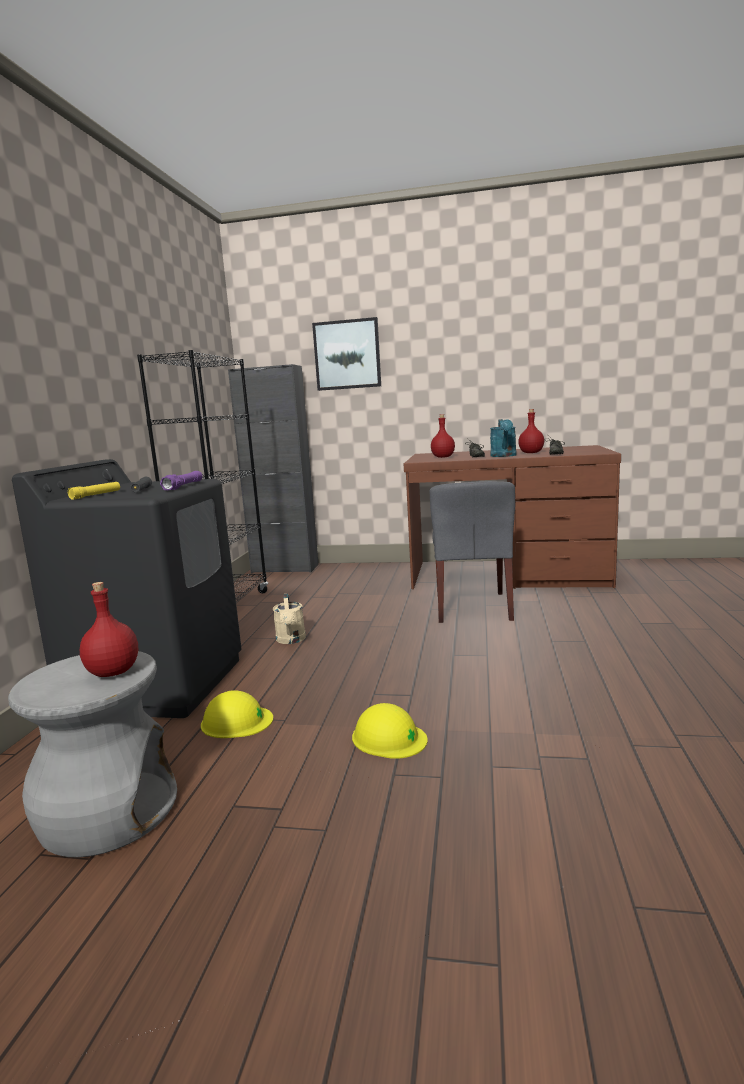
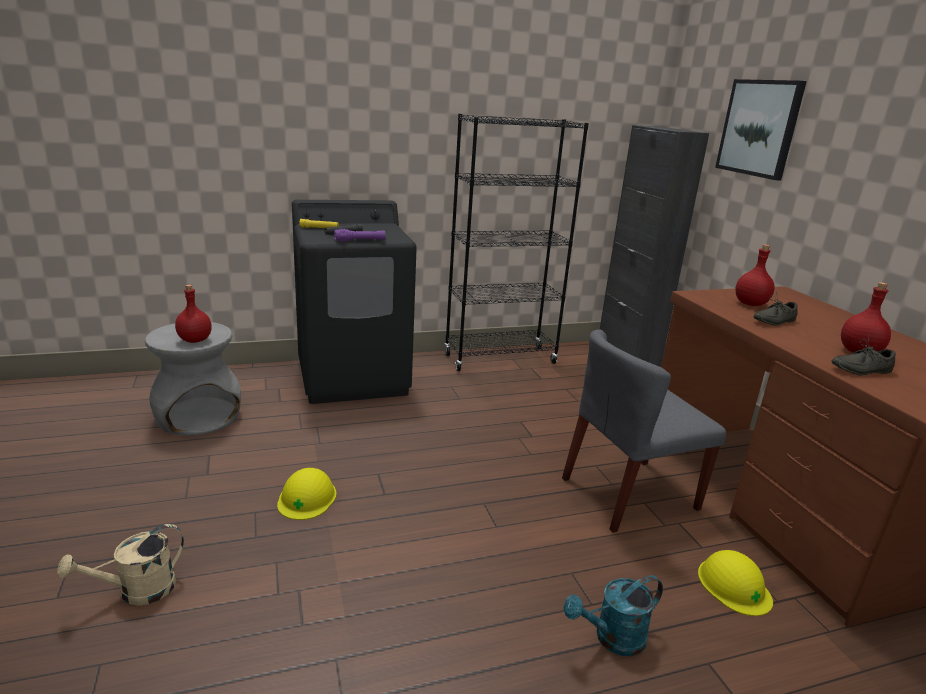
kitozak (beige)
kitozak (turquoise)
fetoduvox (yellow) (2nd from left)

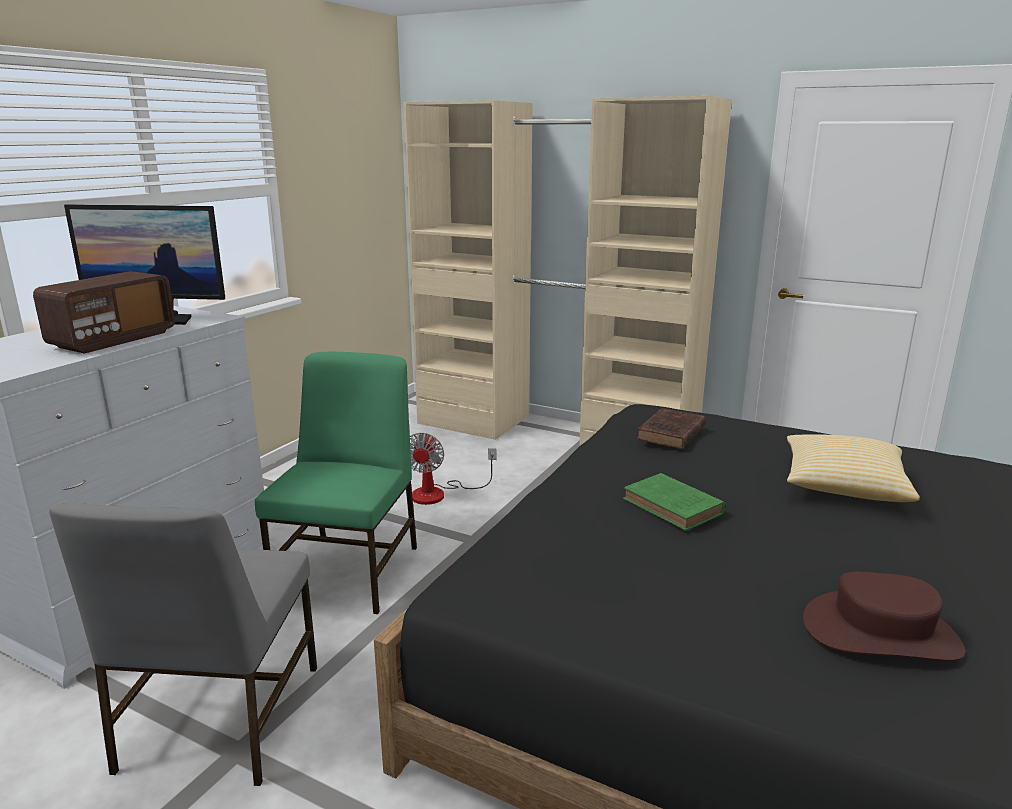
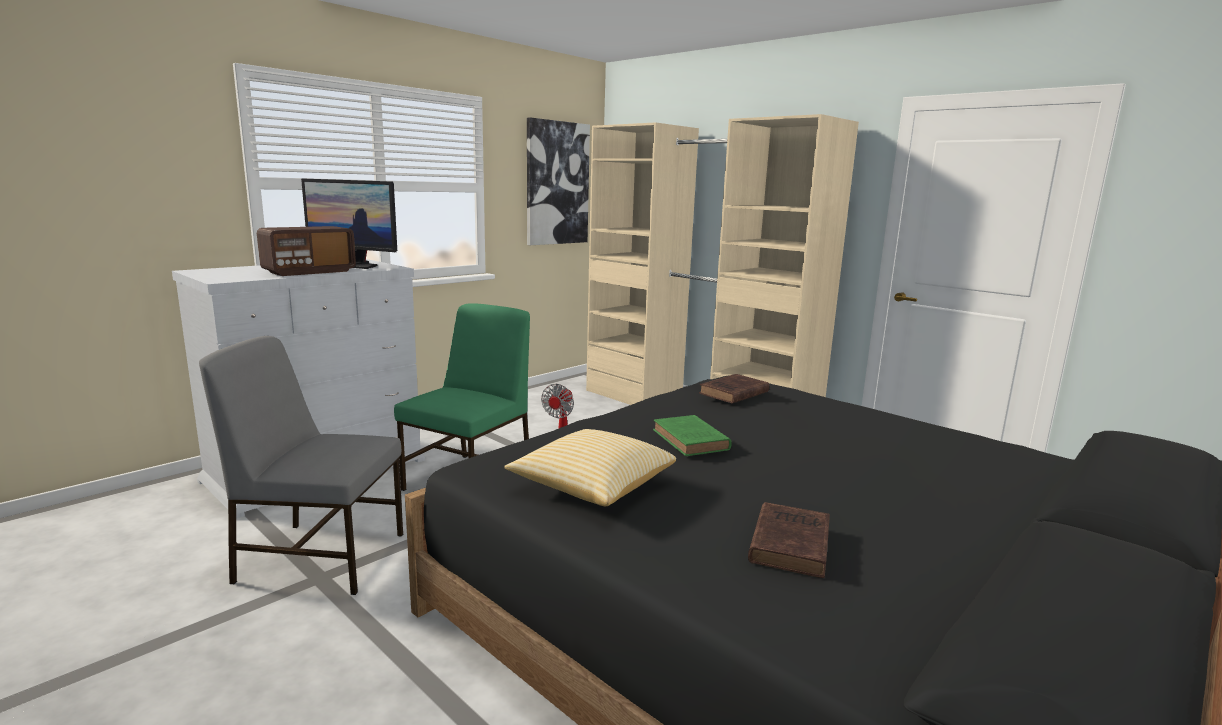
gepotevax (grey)
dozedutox
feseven
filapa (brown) (2nd from left)

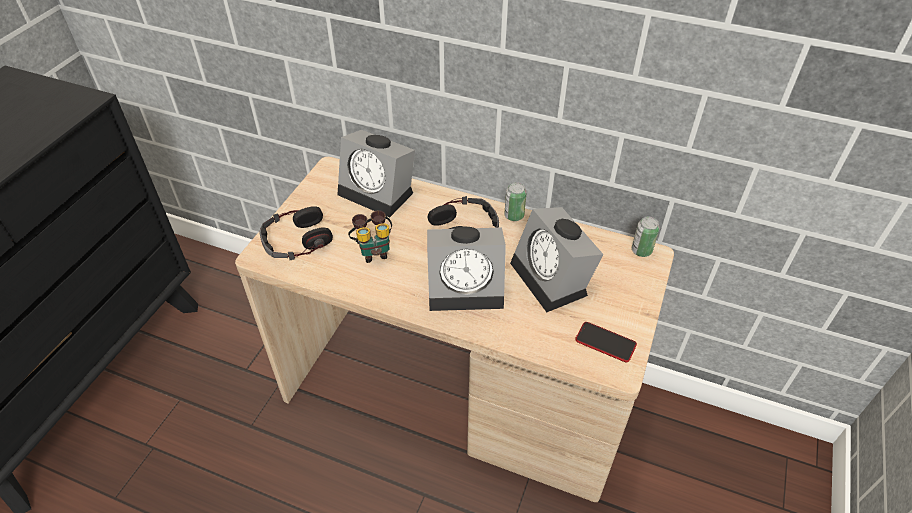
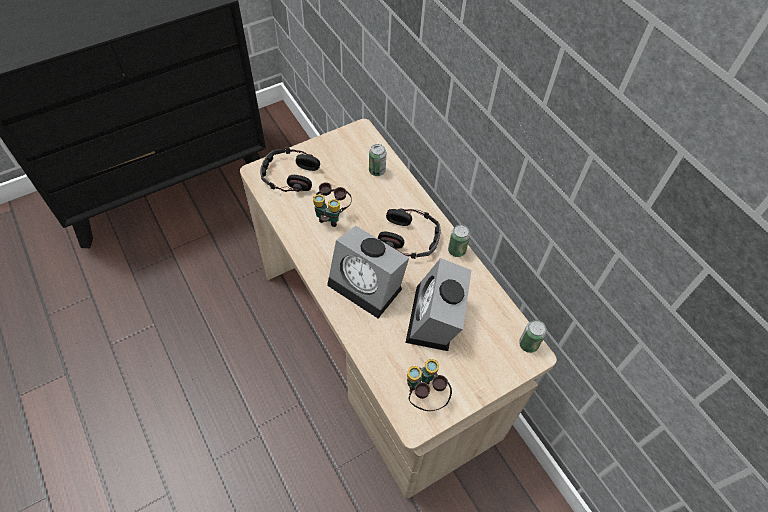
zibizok (1st from left)
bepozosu (2nd from left)

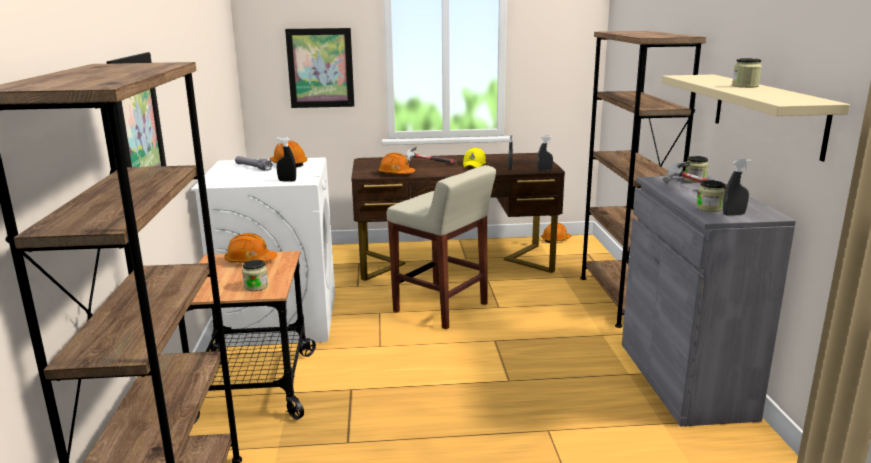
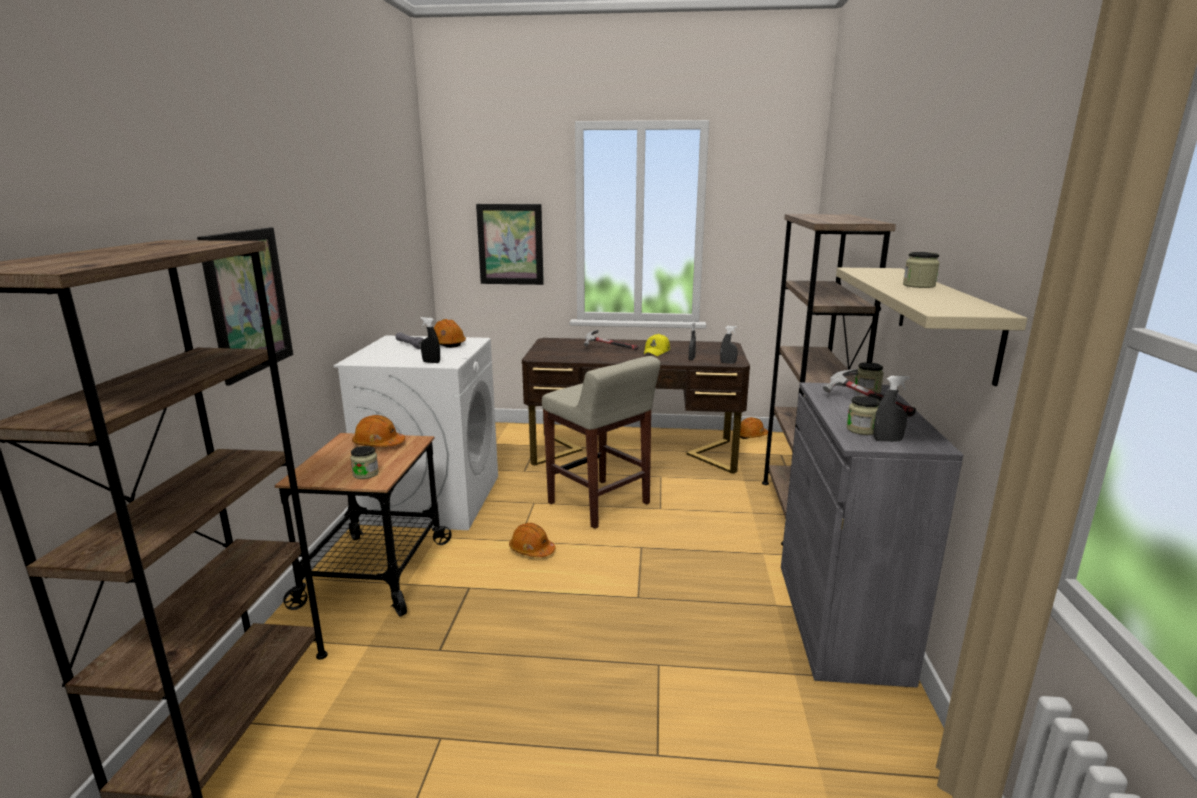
fetoduvox (orange) (3rd from left)

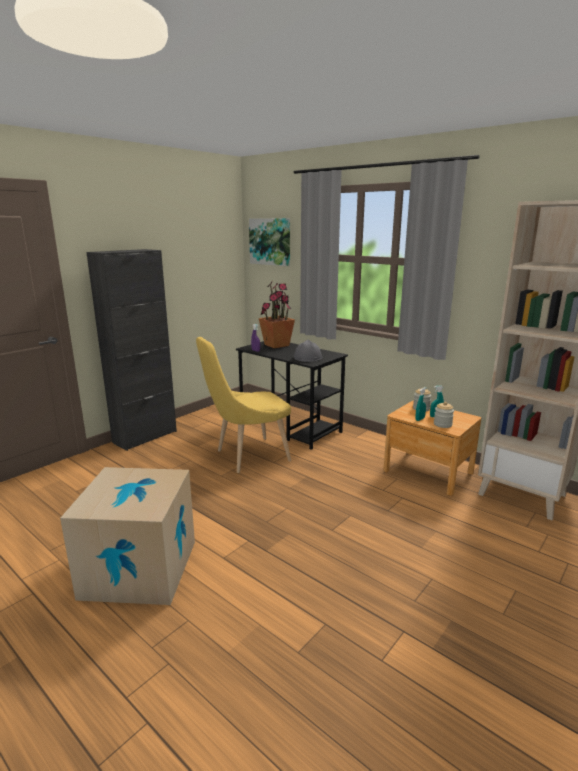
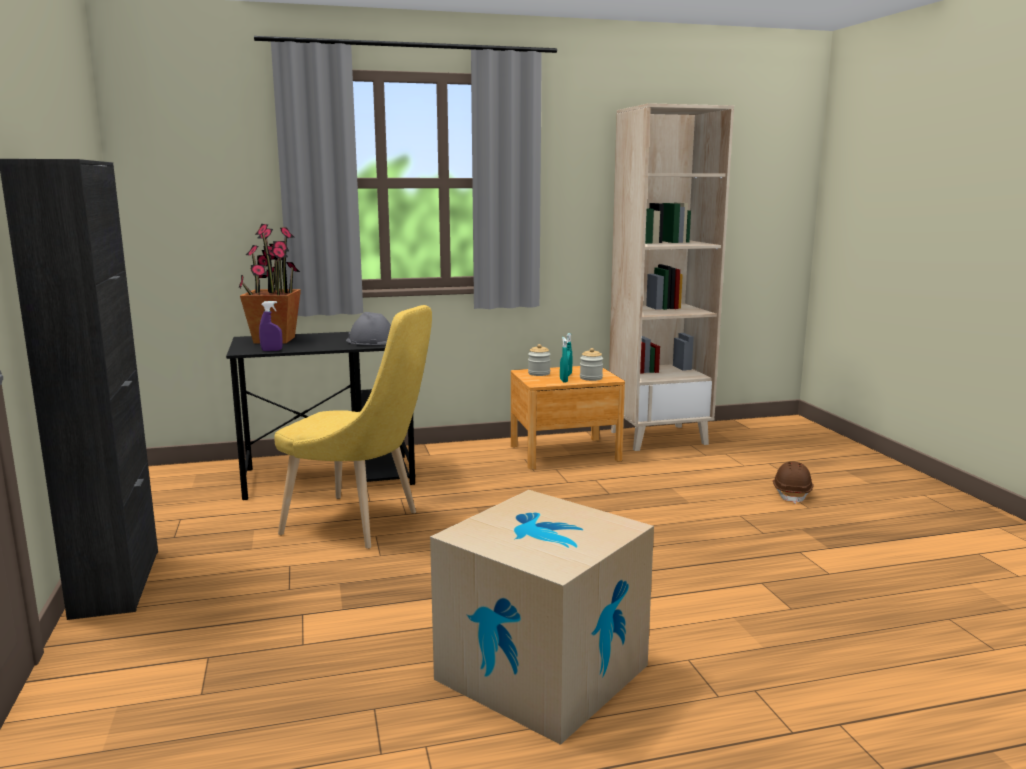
gepotevax (yellow)
fetoduvox (brown)
feseven

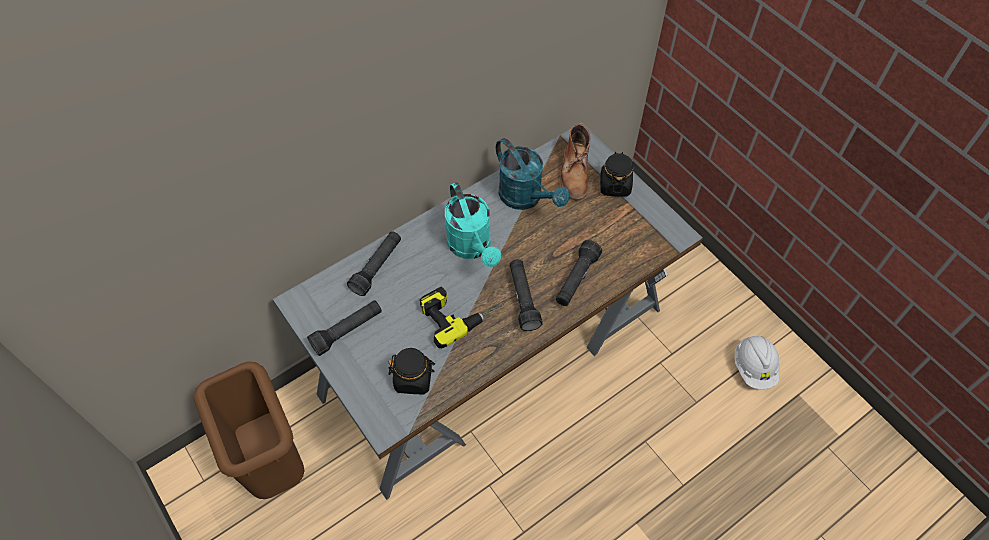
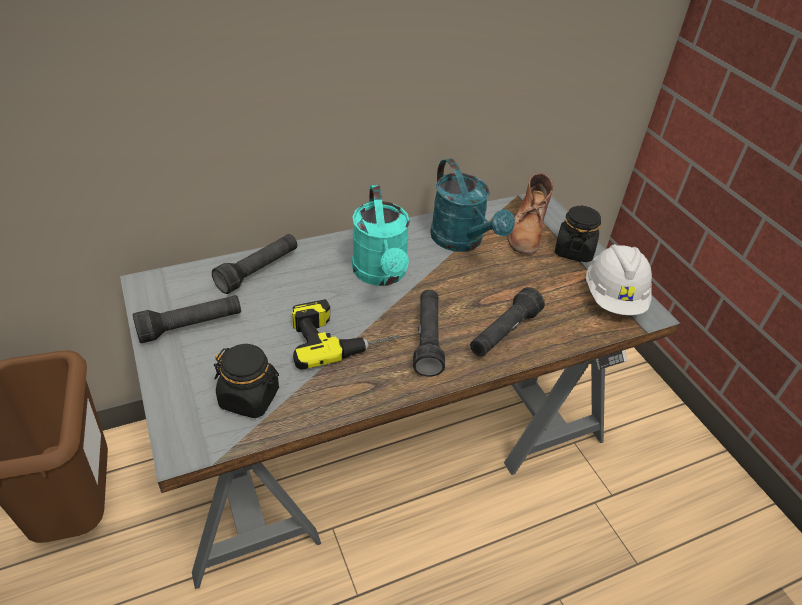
fetoduvox (white)

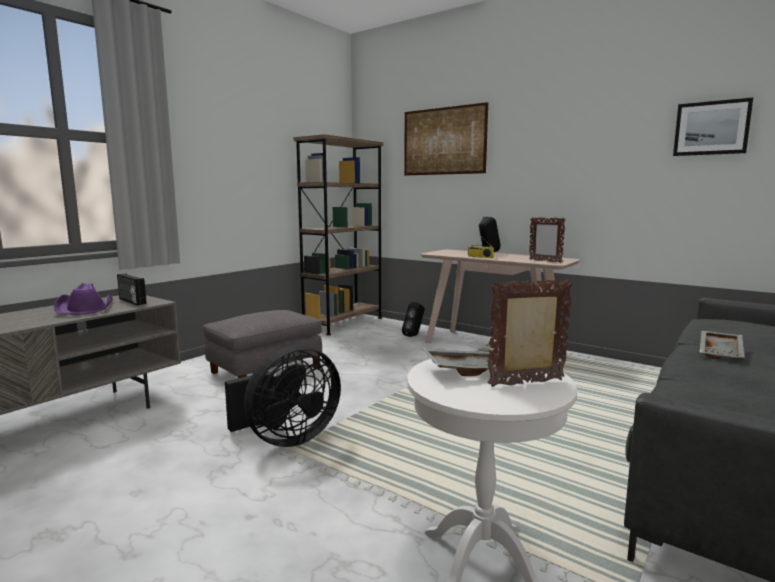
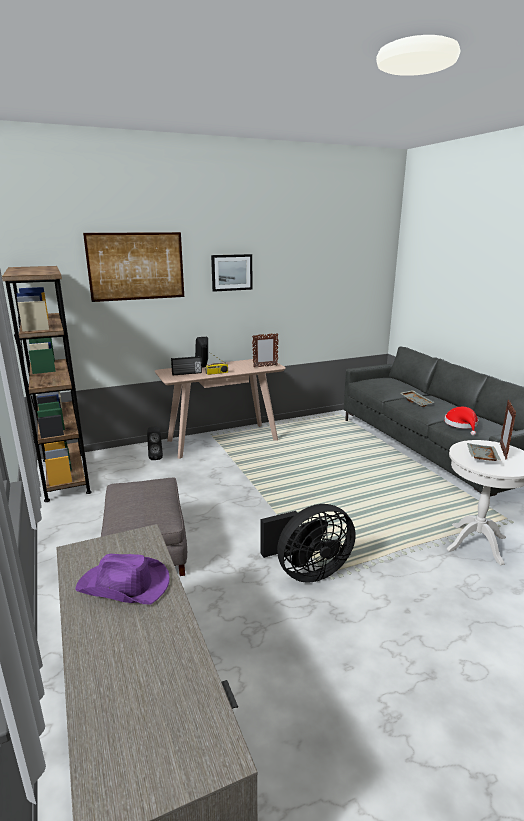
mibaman (1st from left)
feseven (2nd from left)
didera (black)
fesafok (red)

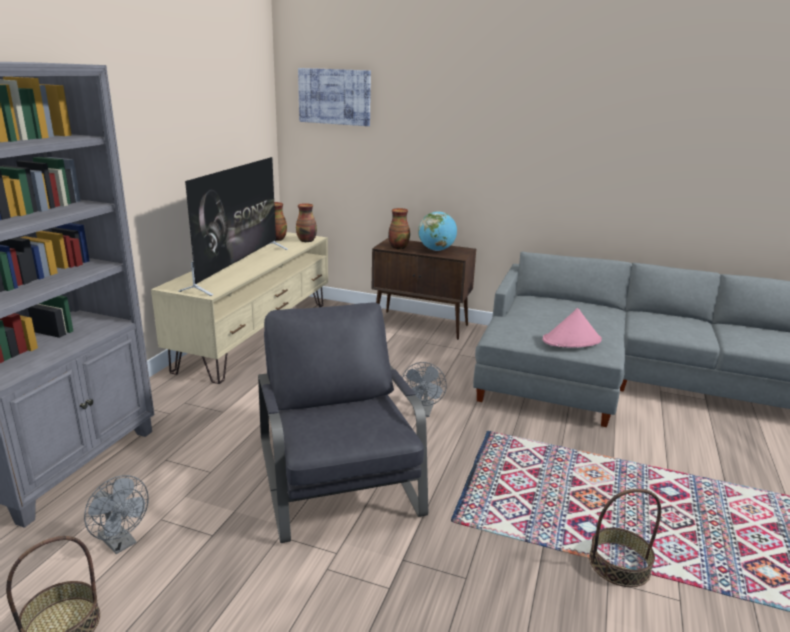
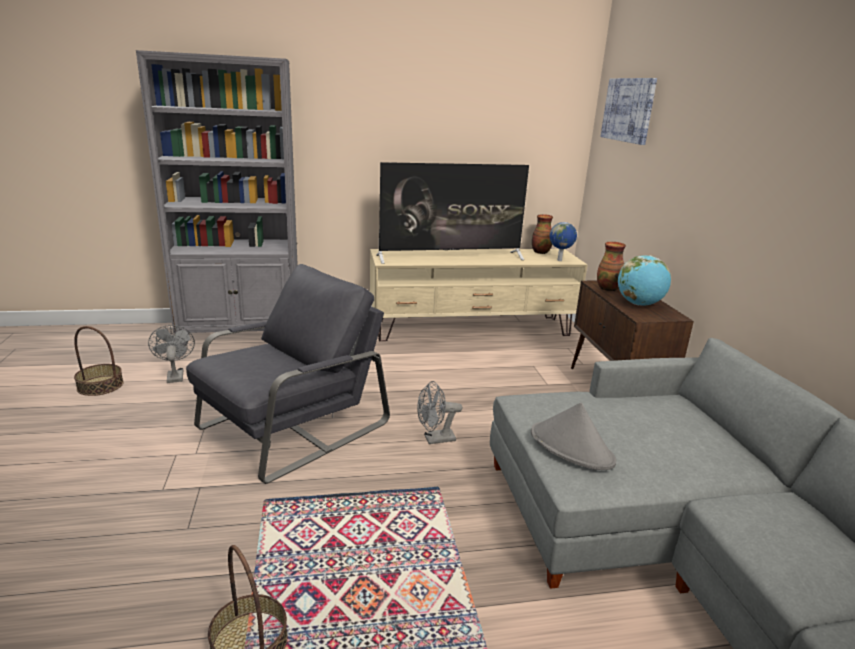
didera (grey) (1st from left)
fesafok (grey)
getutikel (1st from left)

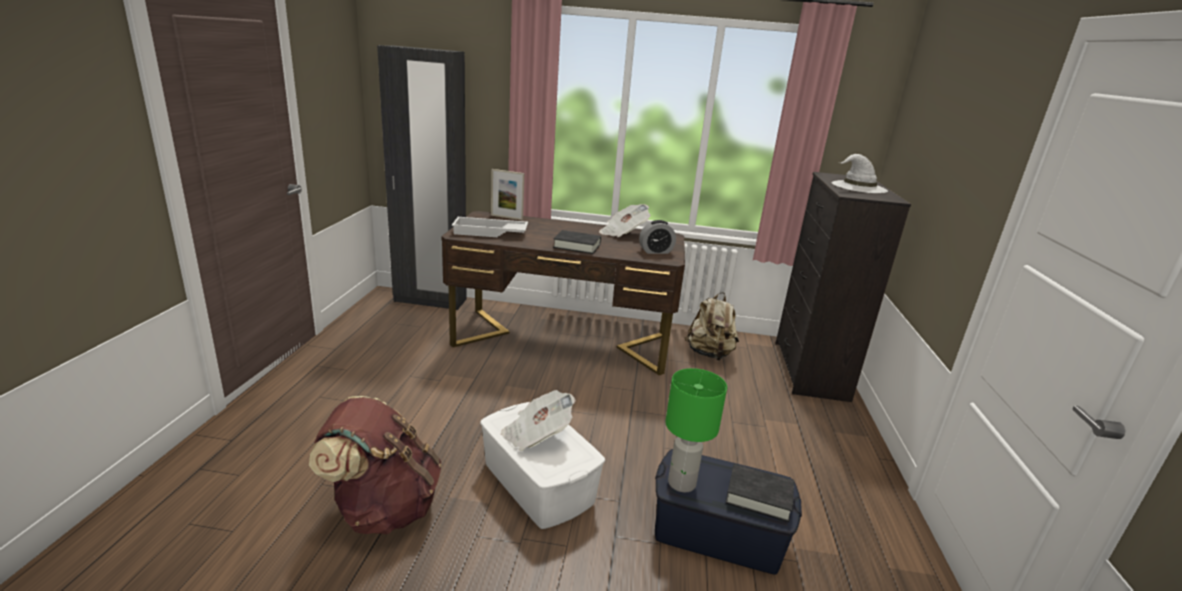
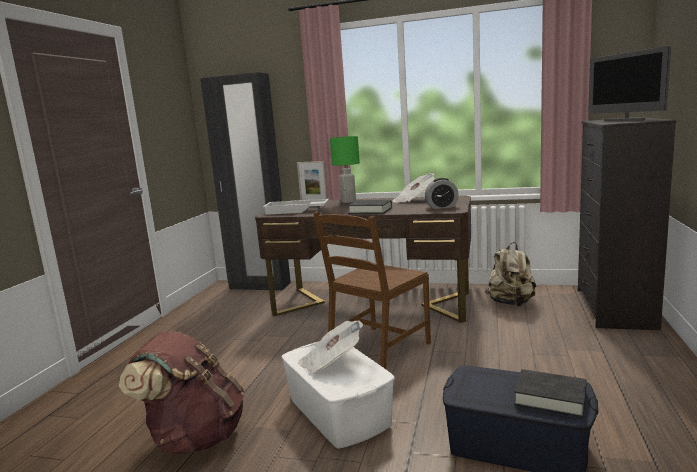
gepotevax (brown)
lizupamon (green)
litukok

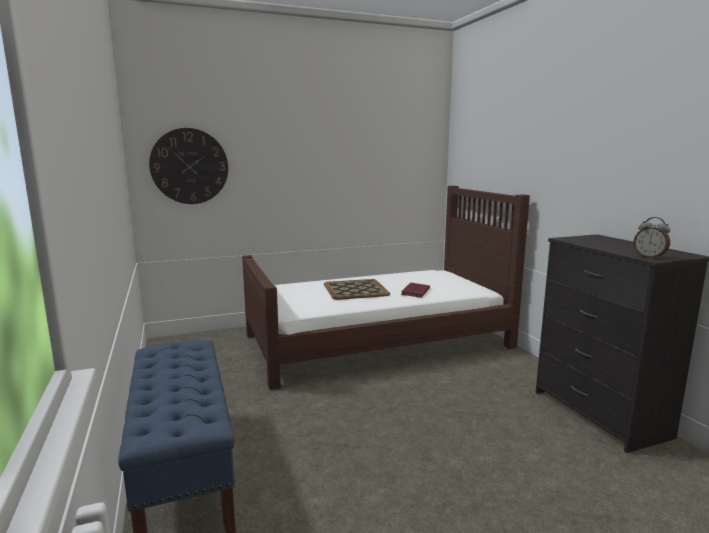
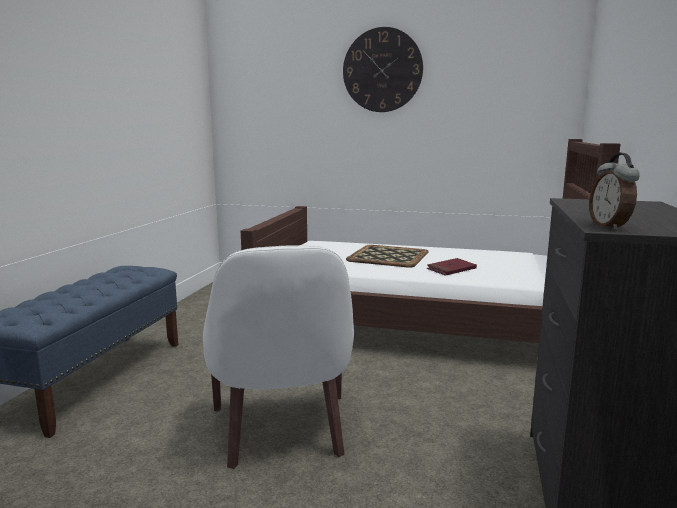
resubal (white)
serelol

